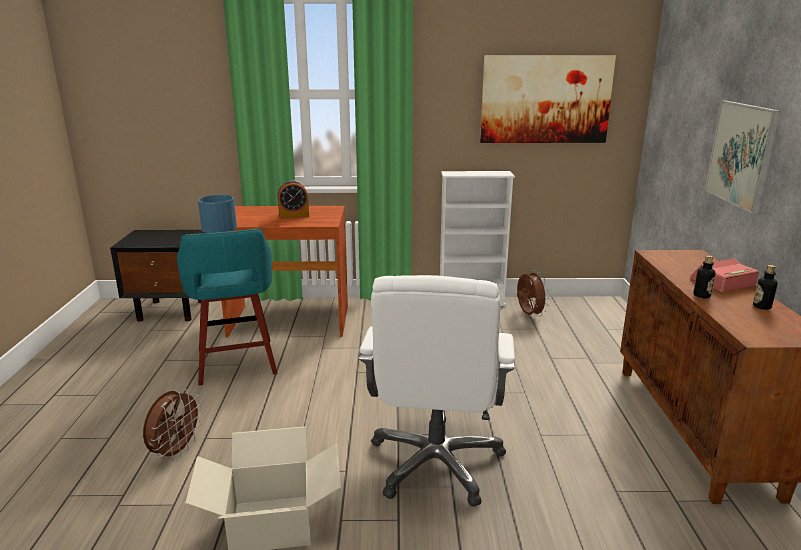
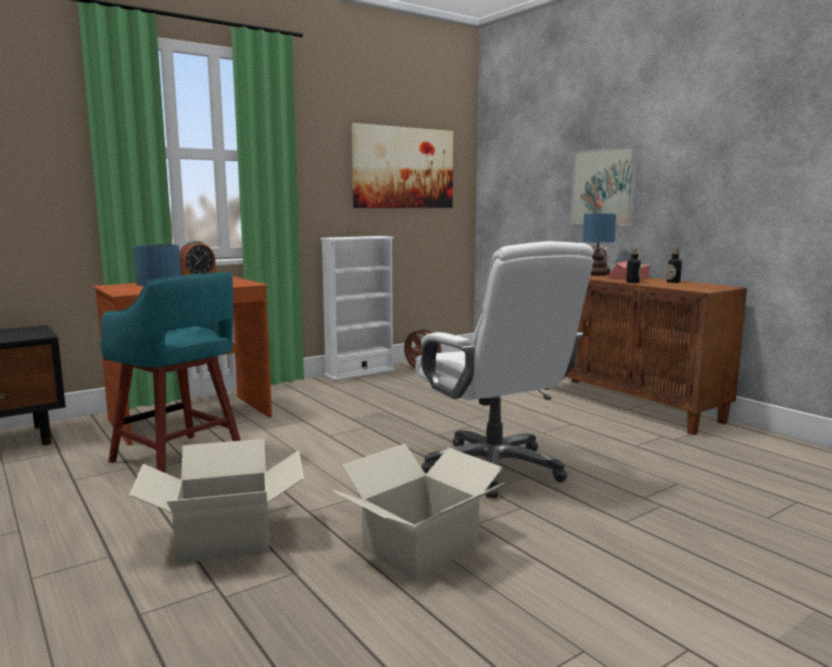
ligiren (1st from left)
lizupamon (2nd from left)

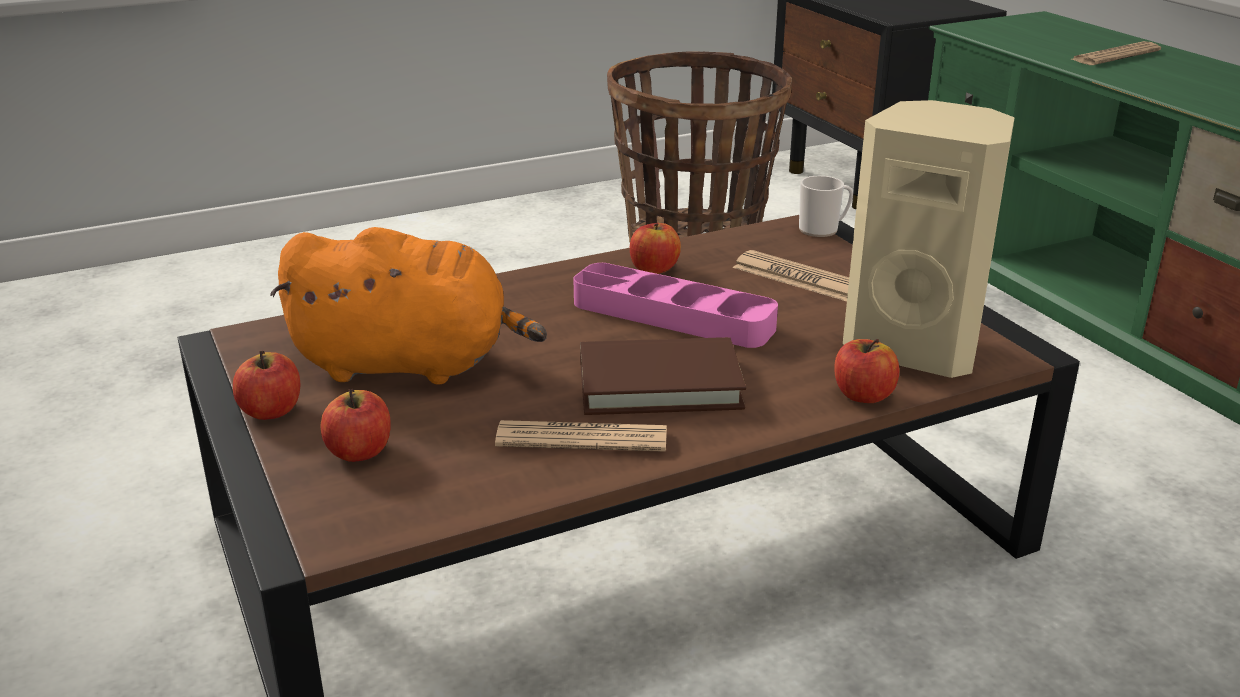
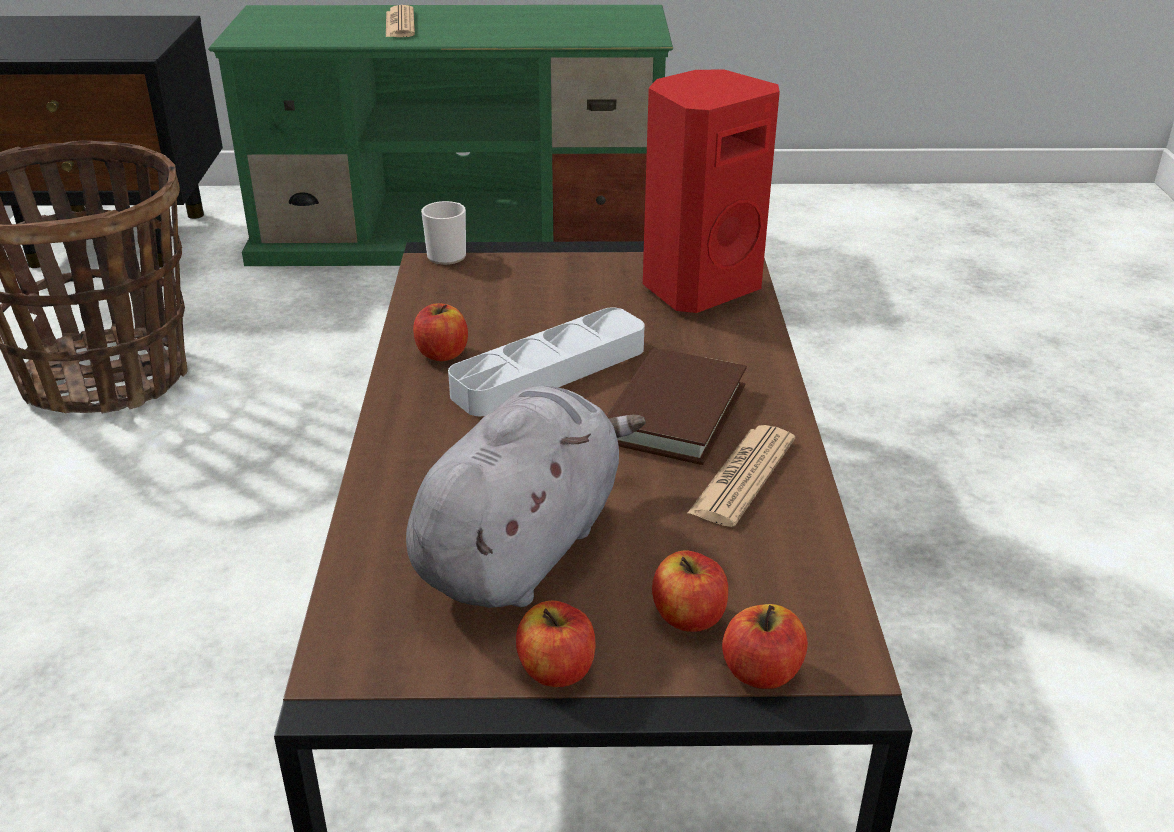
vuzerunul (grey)
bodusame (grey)
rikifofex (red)
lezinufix (4th from left)
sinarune (2nd from left in the first image)

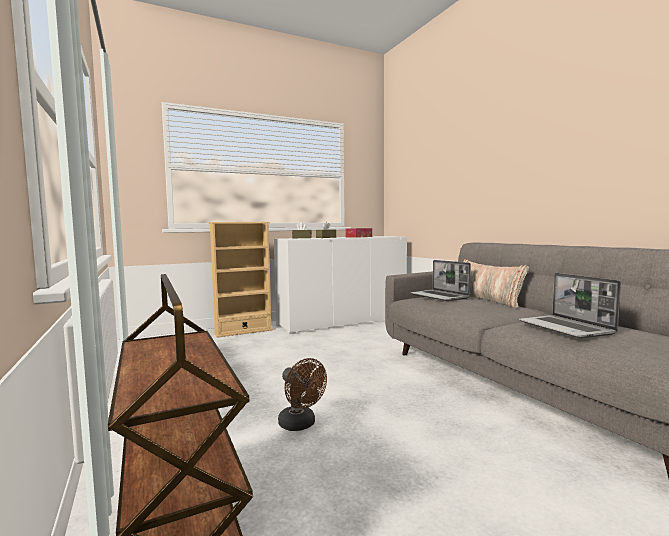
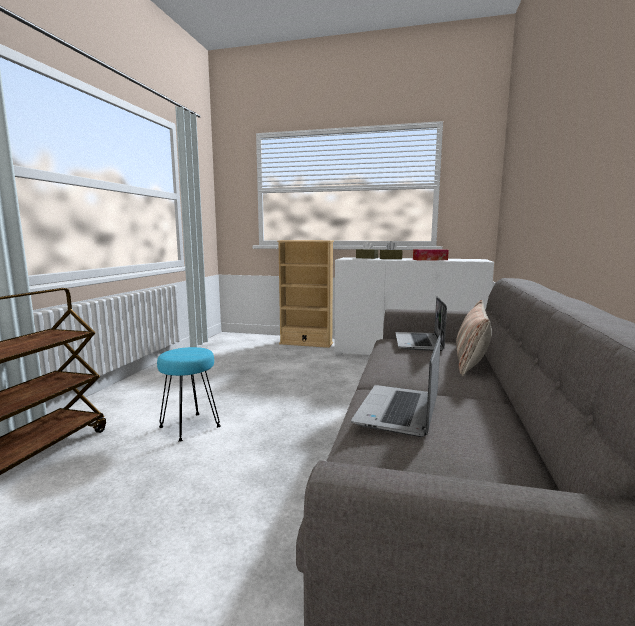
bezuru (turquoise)

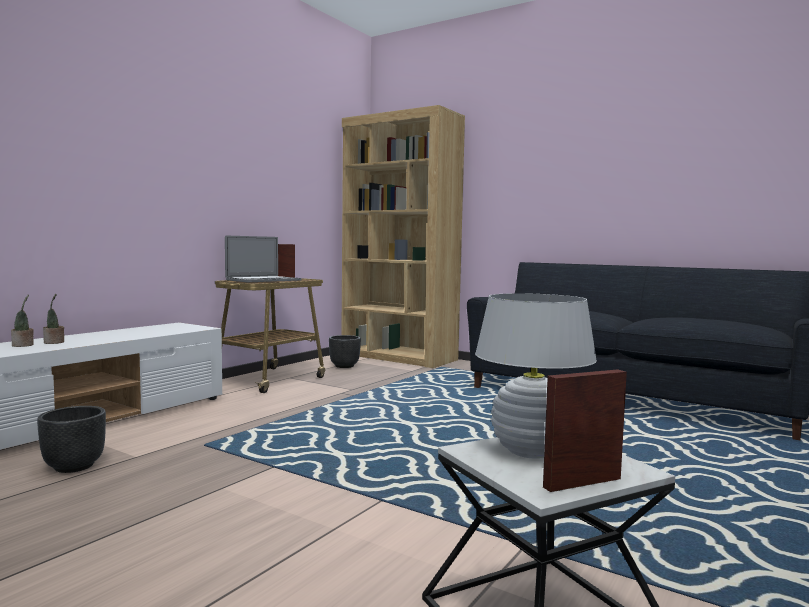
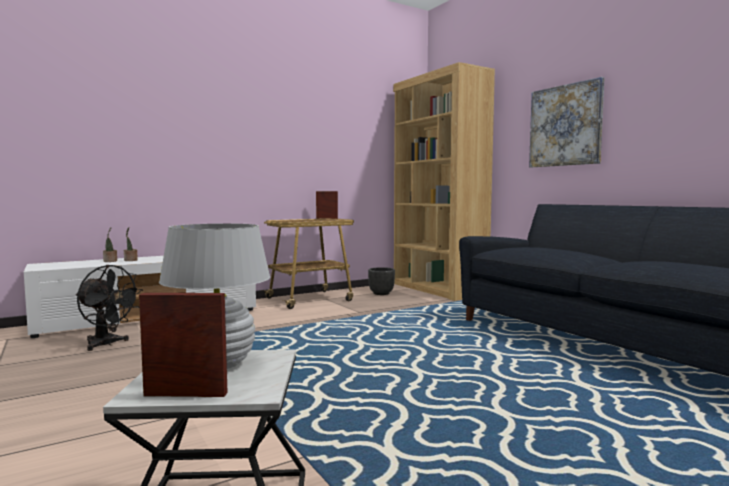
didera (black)
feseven
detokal

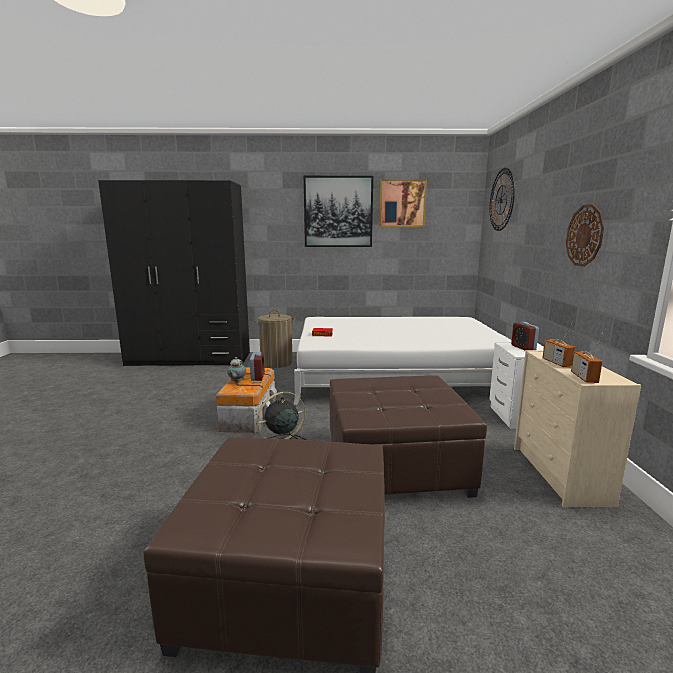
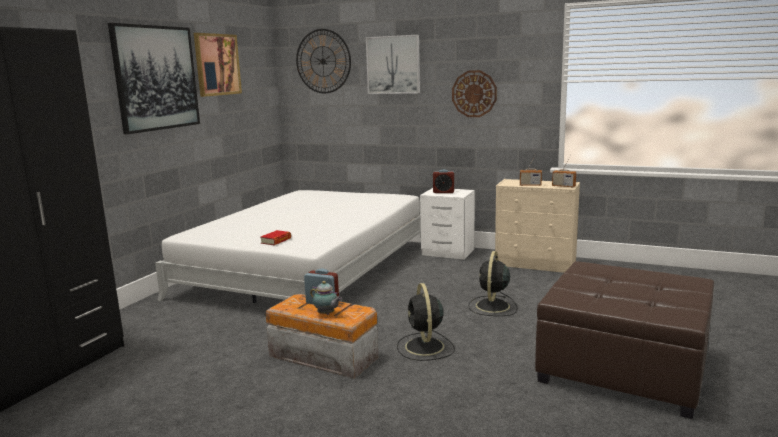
feseven (3rd from left)
didera (black) (2nd from left)
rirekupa

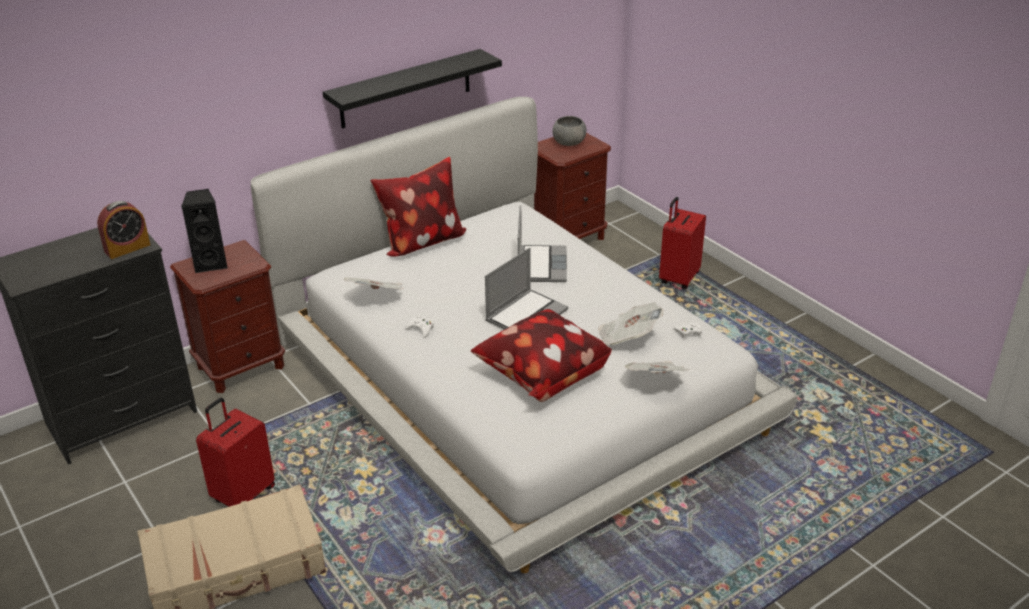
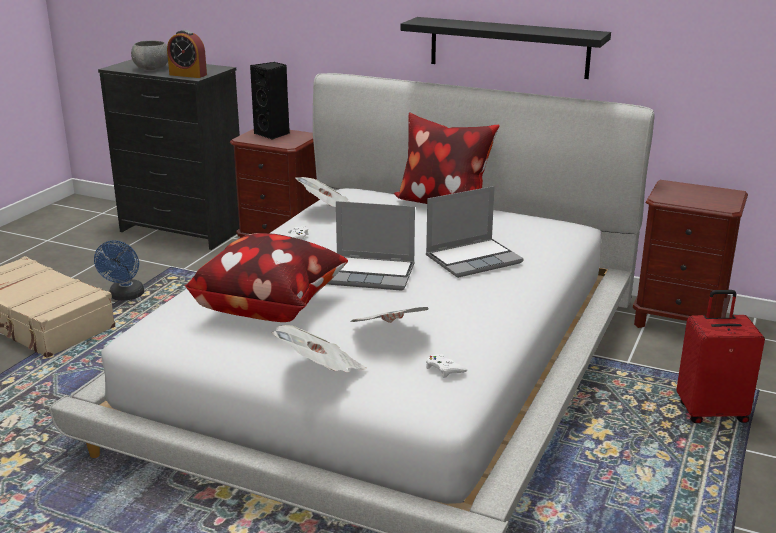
didera (blue)
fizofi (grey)

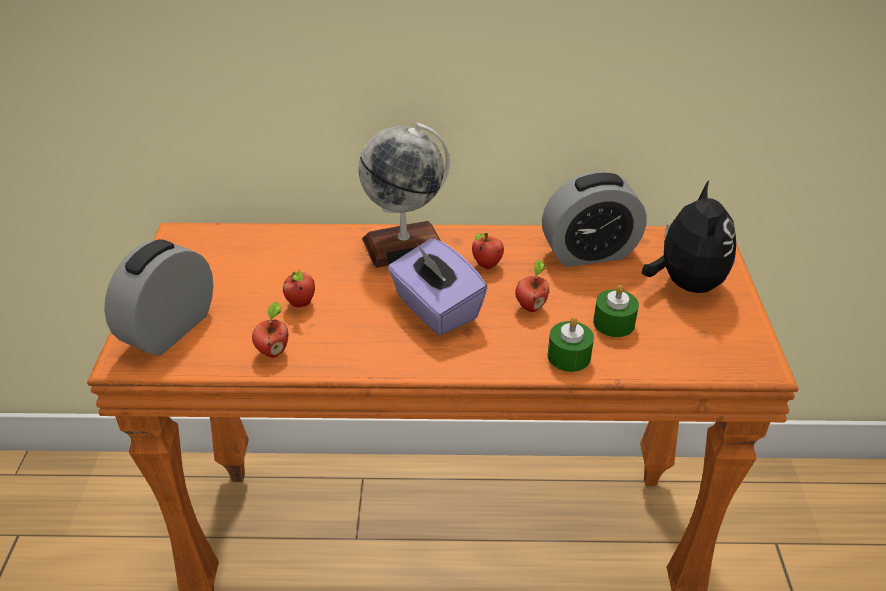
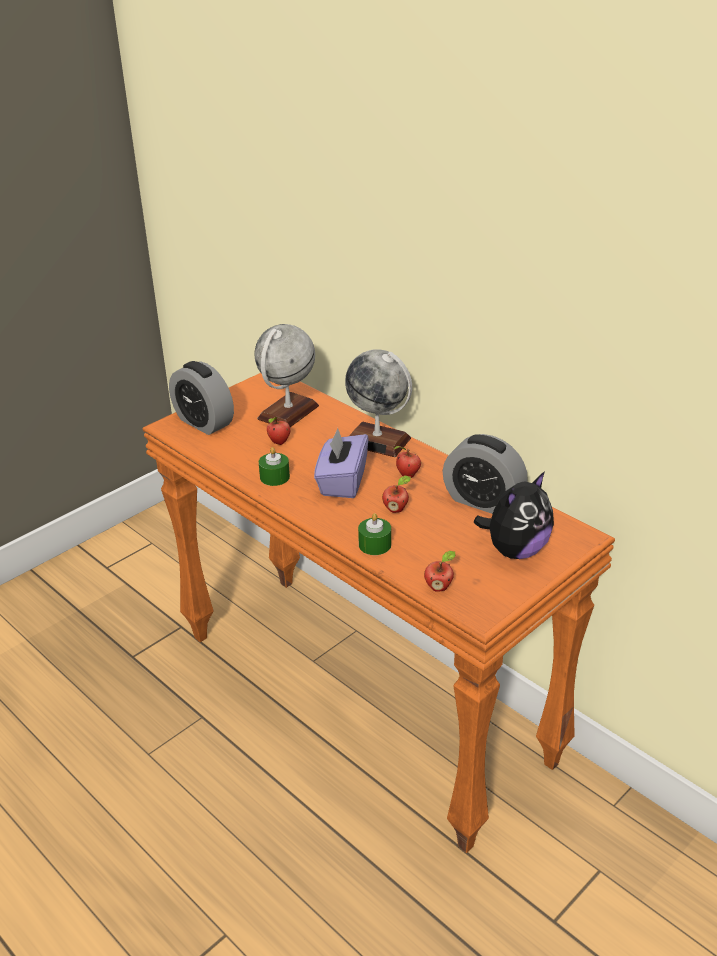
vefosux (1st from left)
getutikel (1st from left)
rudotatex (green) (1st from left)
lezinufix (4th from left)

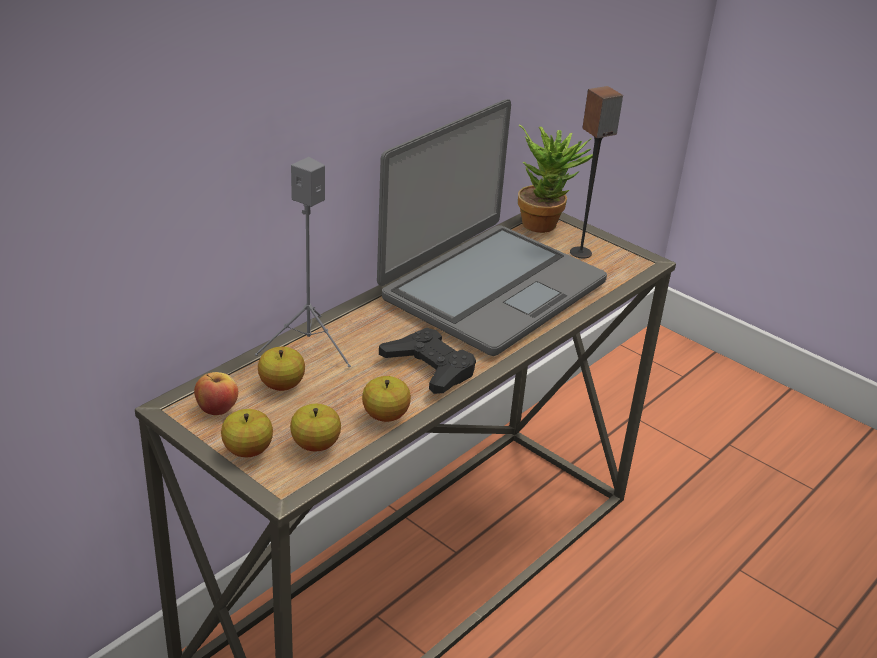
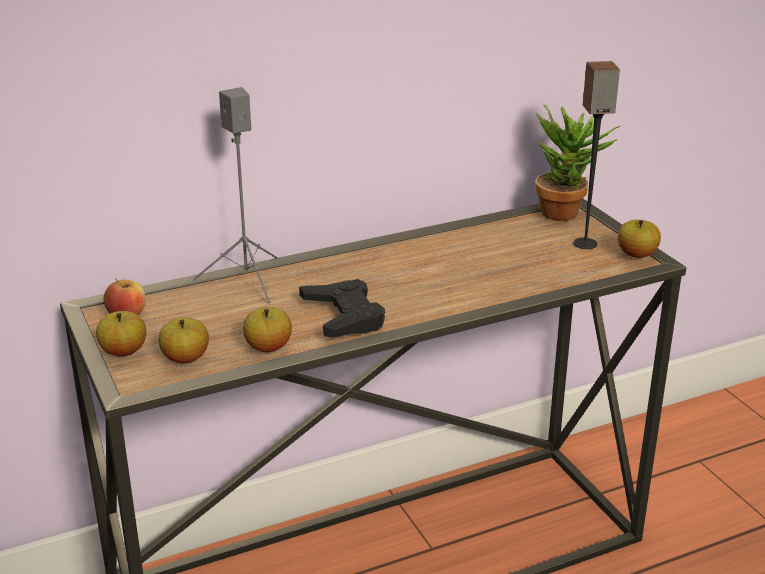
lezinufix (5th from left)
detokal

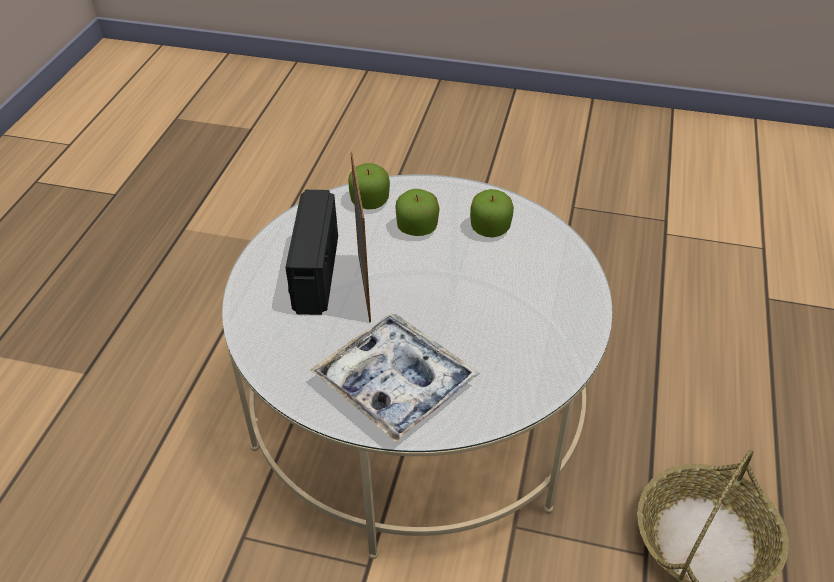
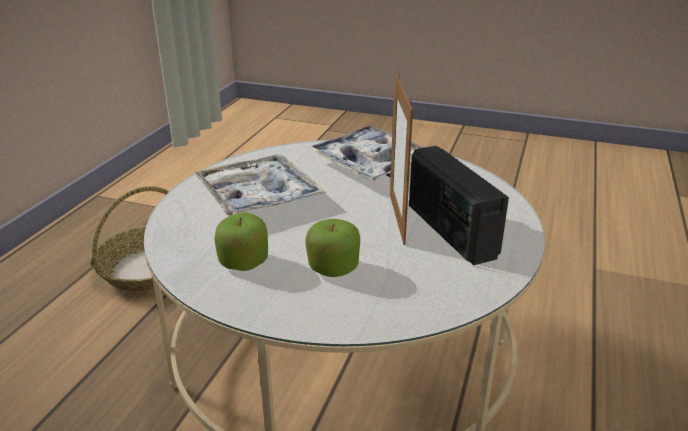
bodusame (1st from left)
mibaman
lezinufix (1st from left in the first image)

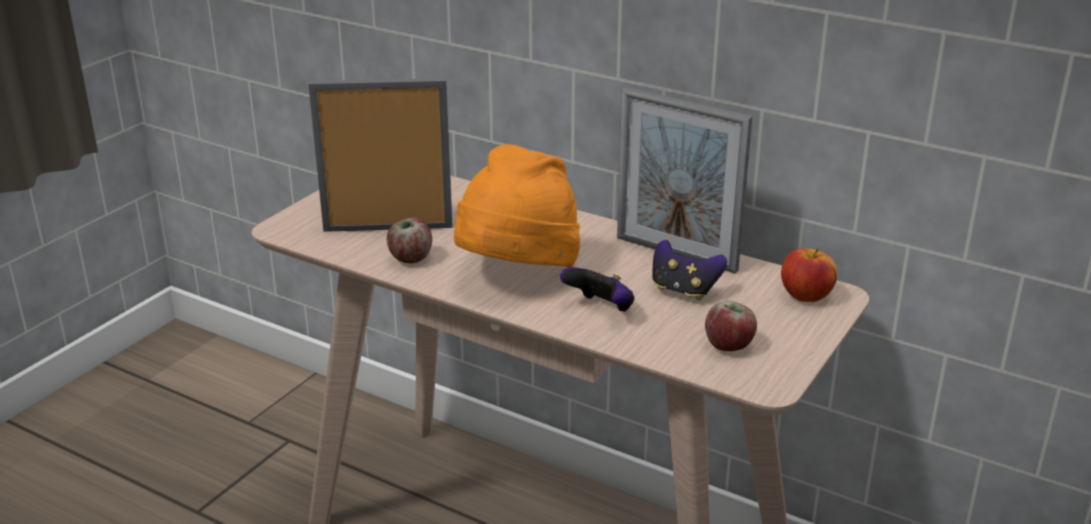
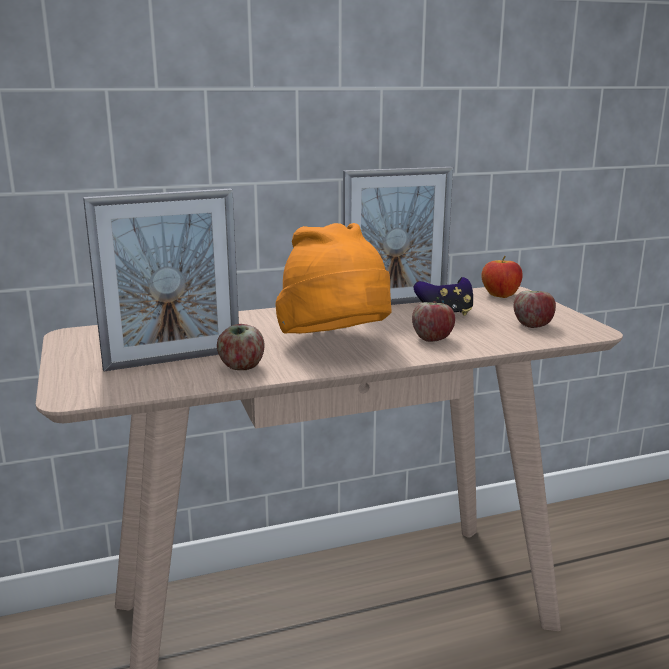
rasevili (1st from left)
lezinufix (2nd from left)

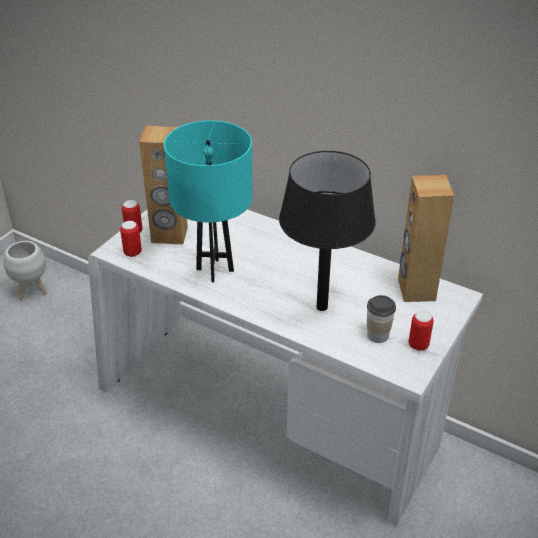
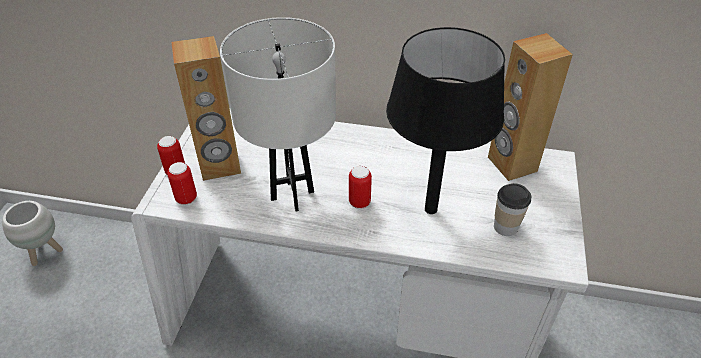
lizupamon (white)
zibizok (3rd from left)

